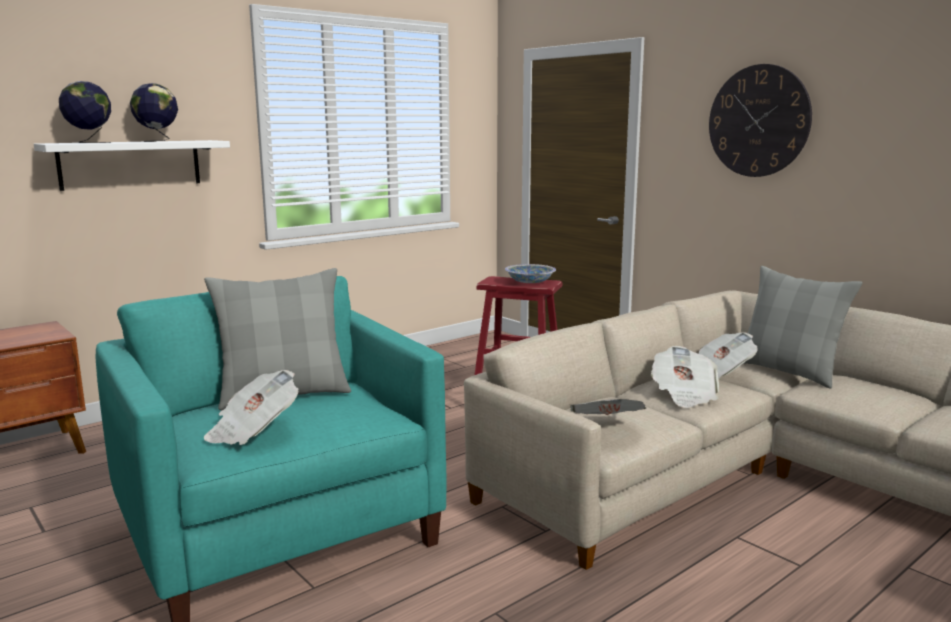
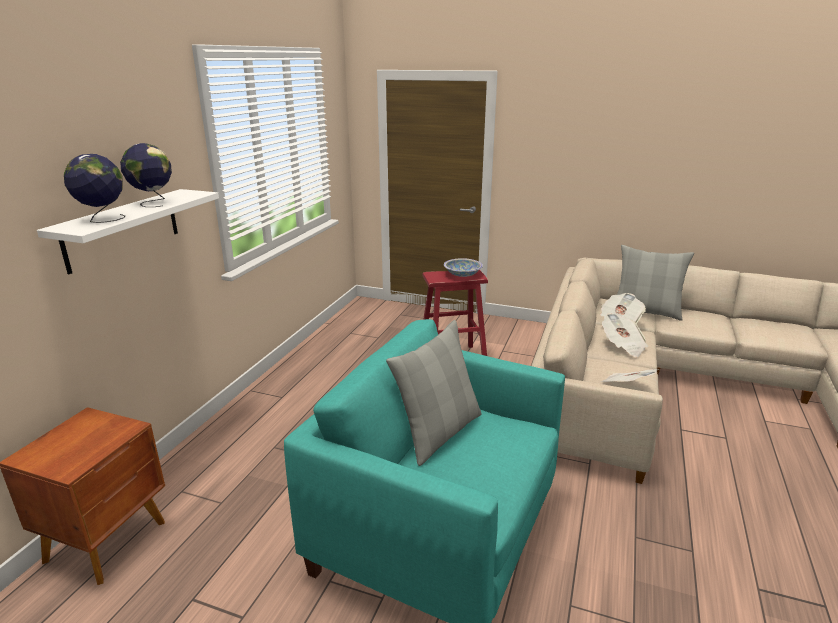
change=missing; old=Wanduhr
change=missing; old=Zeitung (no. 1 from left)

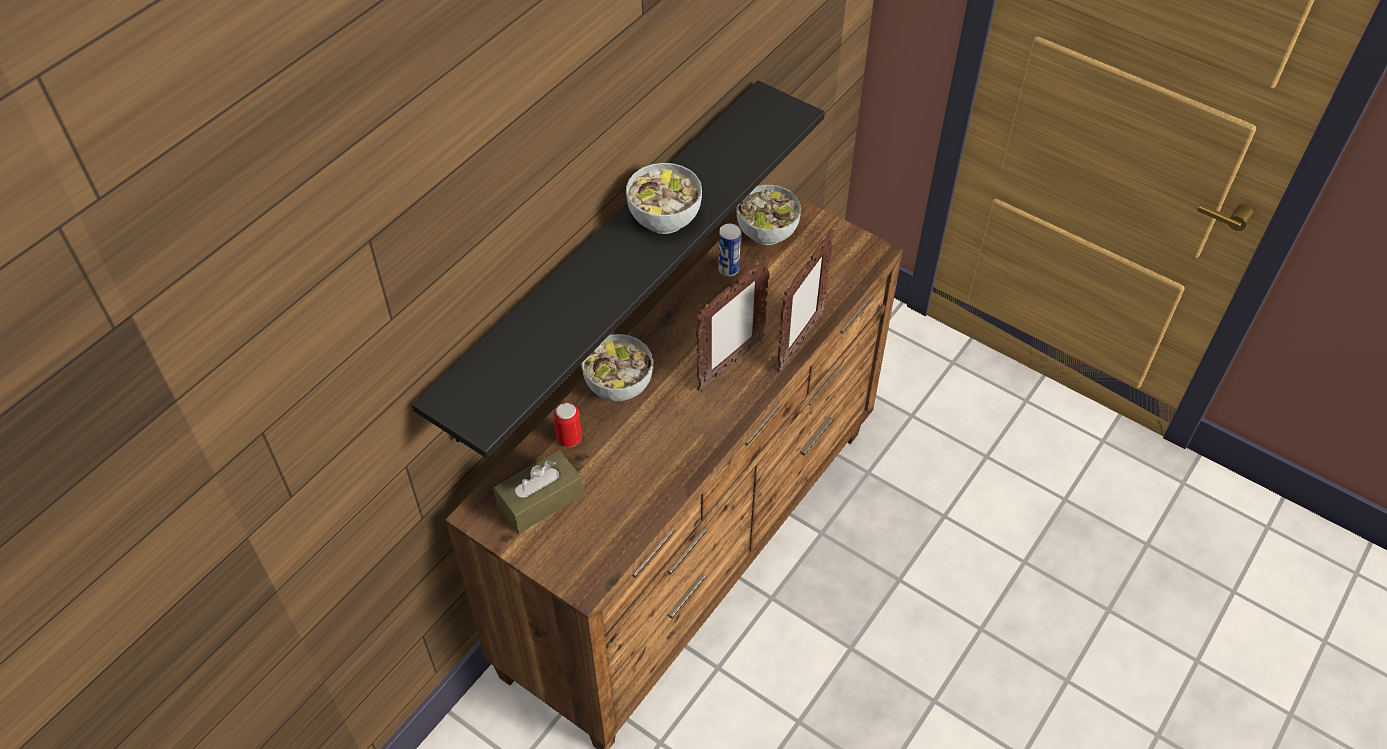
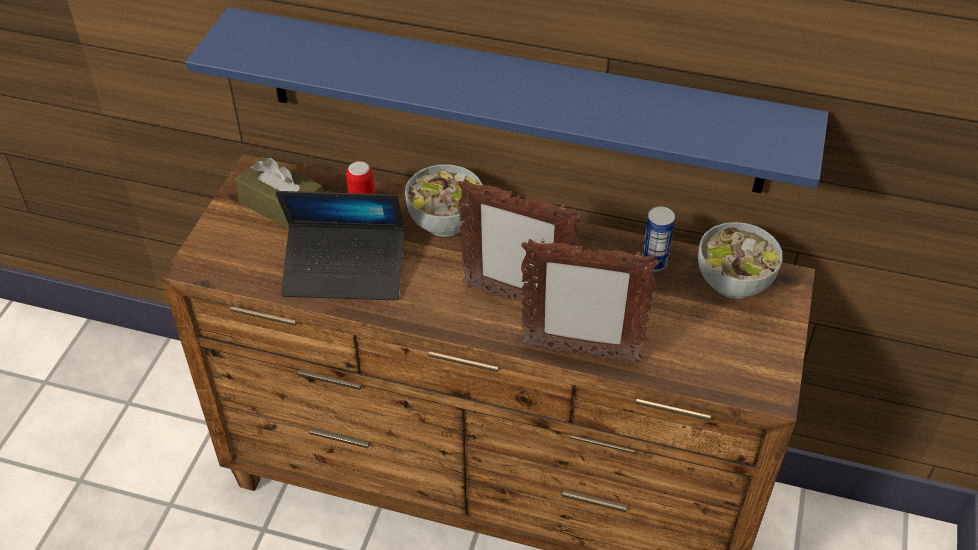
change=colour; old=Wandregal [schwarz]; new=Wandregal [blau]
change=missing; old=Schüssel (no. 2 from left)
change=appeared; new=Laptop

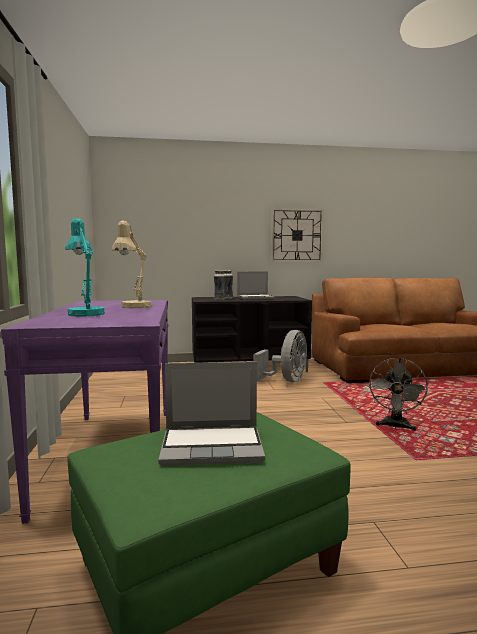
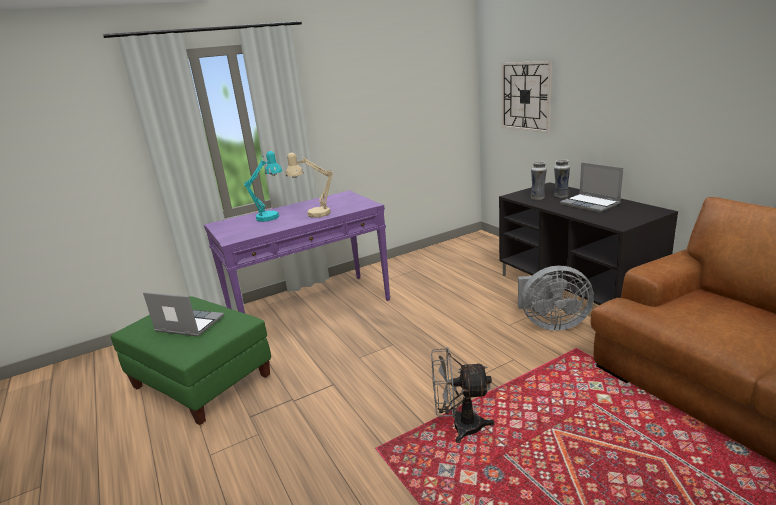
change=relocated; old=Wanduhr
change=spun; old=Laptop (no. 1 from left); degrees=135

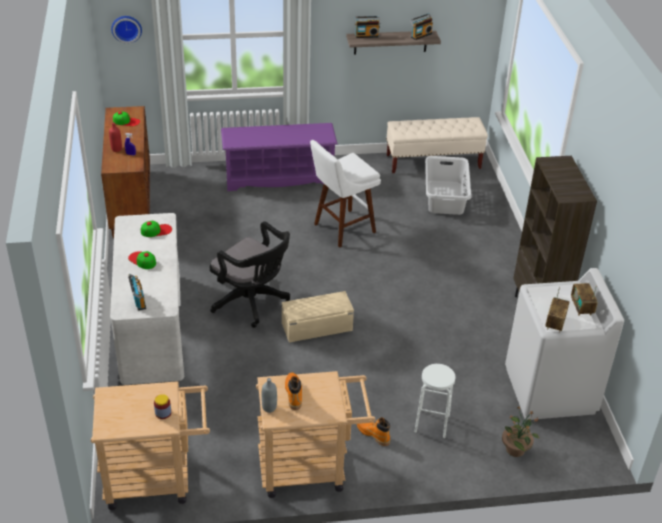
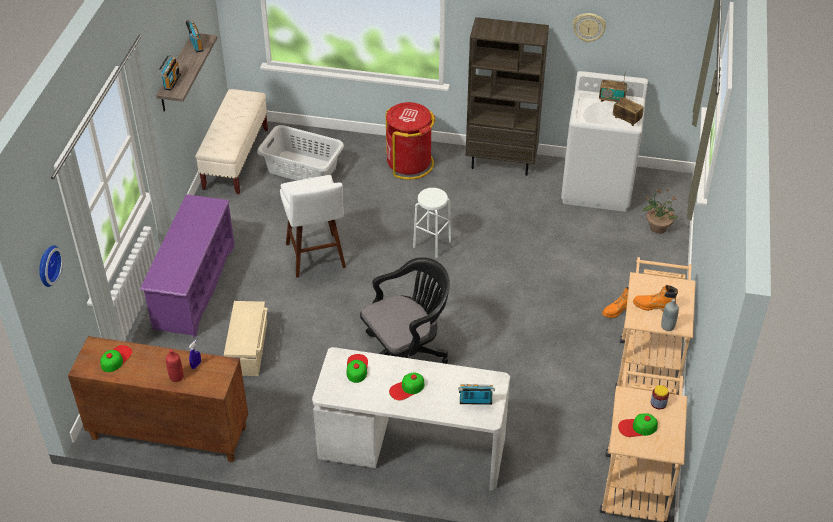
change=relocated; old=Aufbewahrungsbox [beige]
change=relocated; old=Hocker [weiß] (no. 2 from left)
change=appeared; new=Wanduhr (no. 2 from left)
change=appeared; new=Mülleimer [rot]
change=appeared; new=Kappe (no. 4 from left)

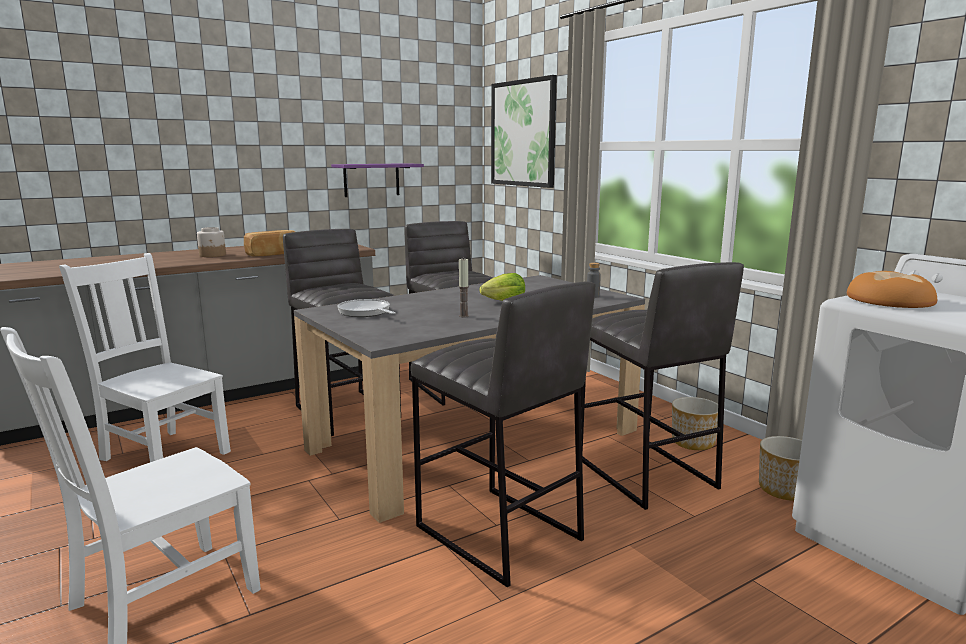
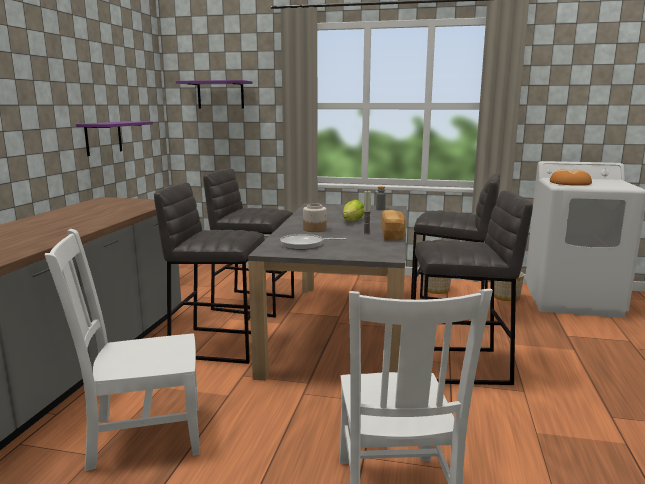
change=exchanged; old=Bild; new=Wandregal [lila] (no. 2 from left)
change=relocated; old=Vorratsglas
change=relocated; old=Brot (no. 1 from left)

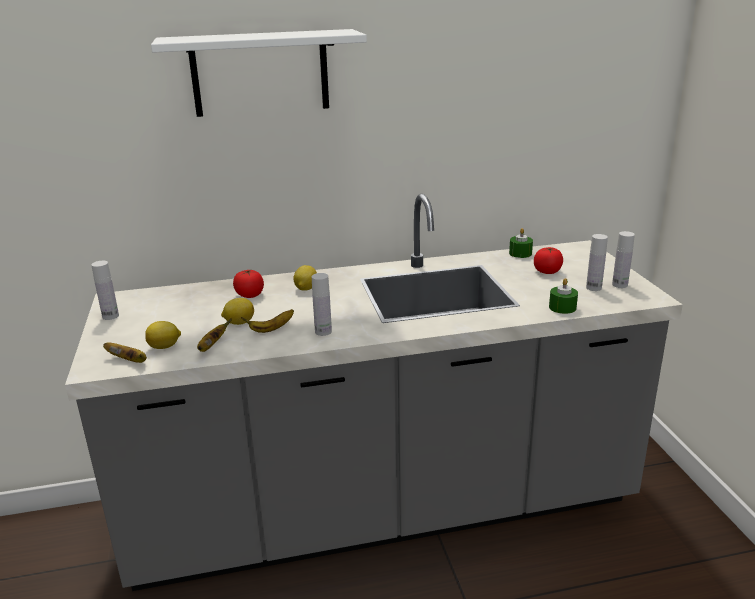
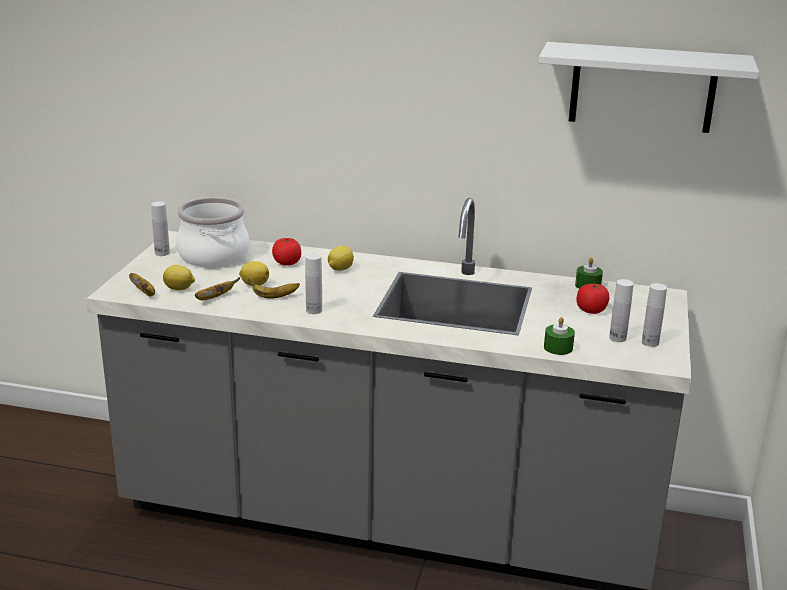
change=relocated; old=Wandregal [weiß]
change=appeared; new=Kochtopf

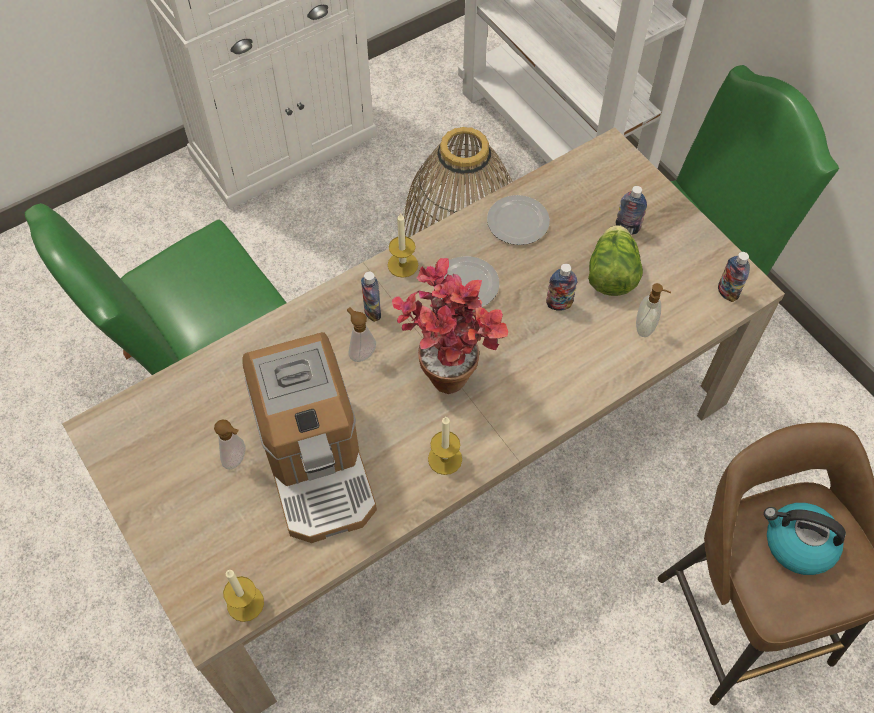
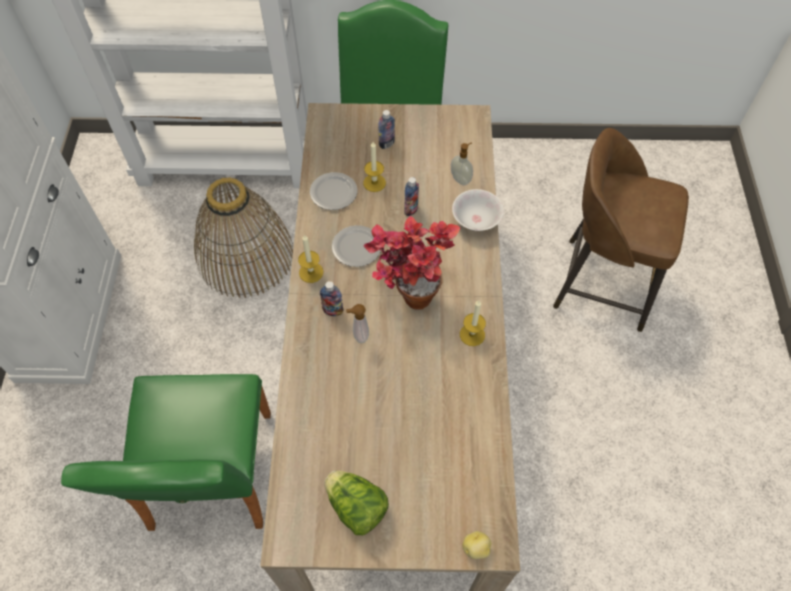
change=relocated; old=Salatkopf
change=missing; old=Flasche (no. 4 from left)
change=missing; old=Kaffeemaschine
change=missing; old=Seifenspender (no. 1 from left)
change=missing; old=Wasserkessel
change=relocated; old=Kerze (no. 1 from left in the first image); new=Kerze (no. 2 from left)
change=appeared; new=Schüssel [weiß]
change=appeared; new=Kartoffel

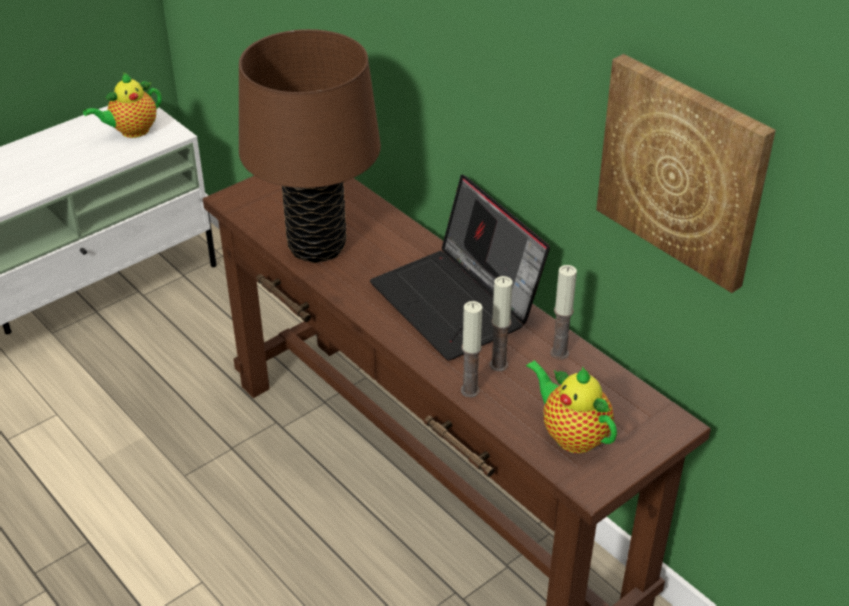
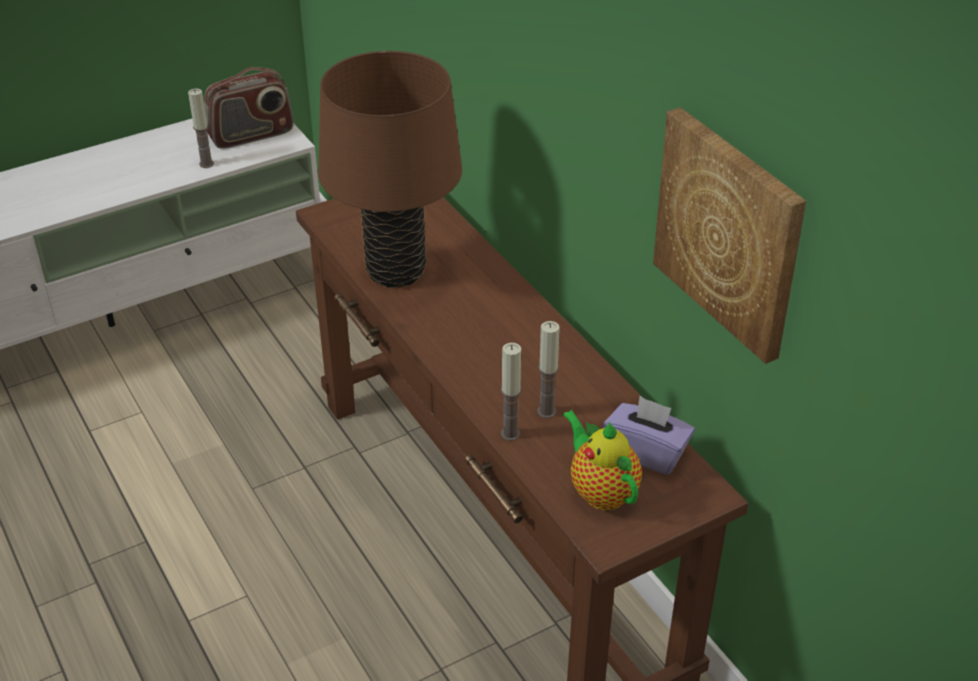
change=exchanged; old=Teekanne (no. 1 from left); new=Radio
change=missing; old=Laptop
change=relocated; old=Kerze (no. 3 from left in the first image); new=Kerze (no. 1 from left)
change=appeared; new=Taschentuchbox [lila]

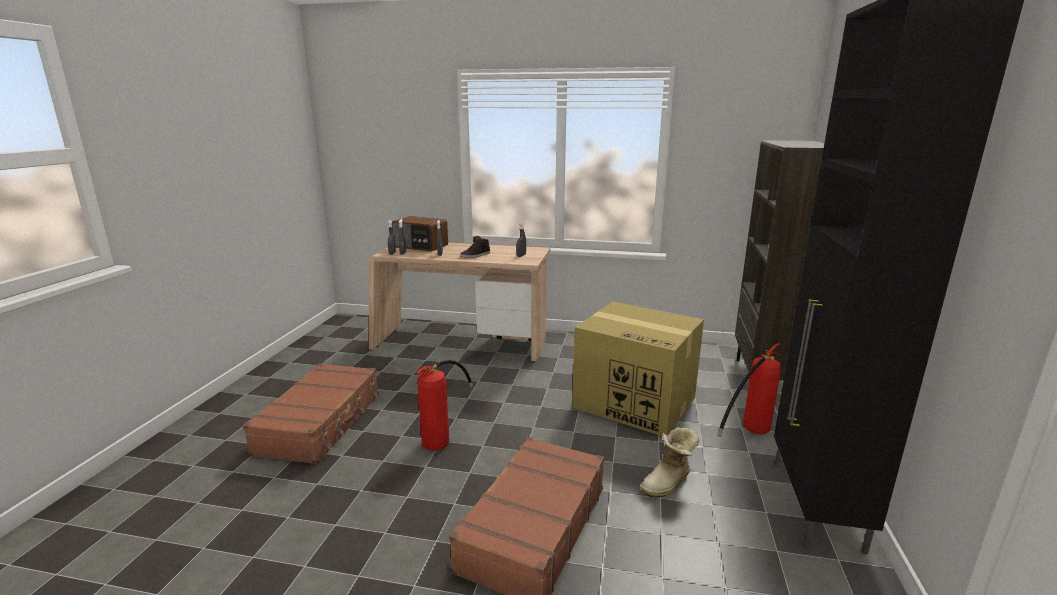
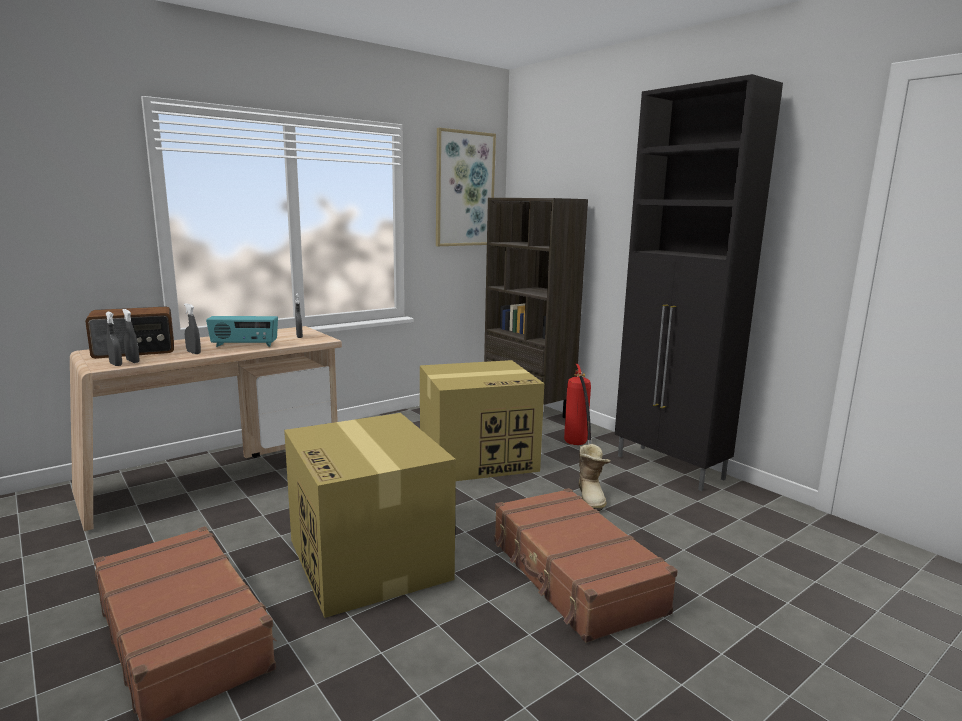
change=exchanged; old=Schuh [schwarz]; new=Radio (no. 2 from left)
change=exchanged; old=Feuerlöscher (no. 1 from left); new=Karton (no. 1 from left)
change=appeared; new=Bild

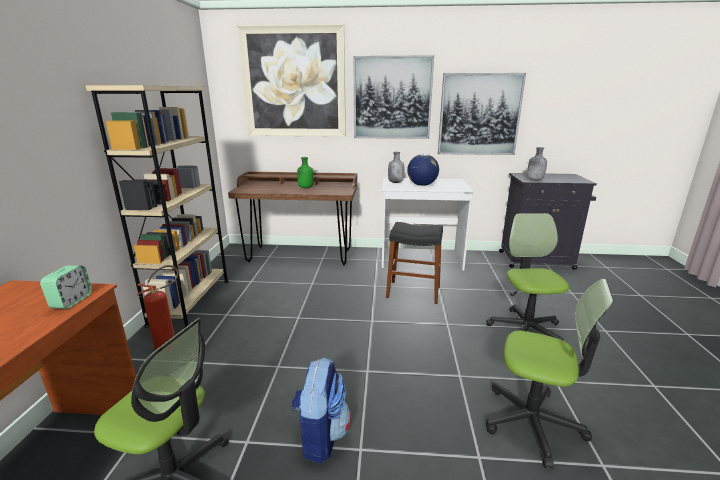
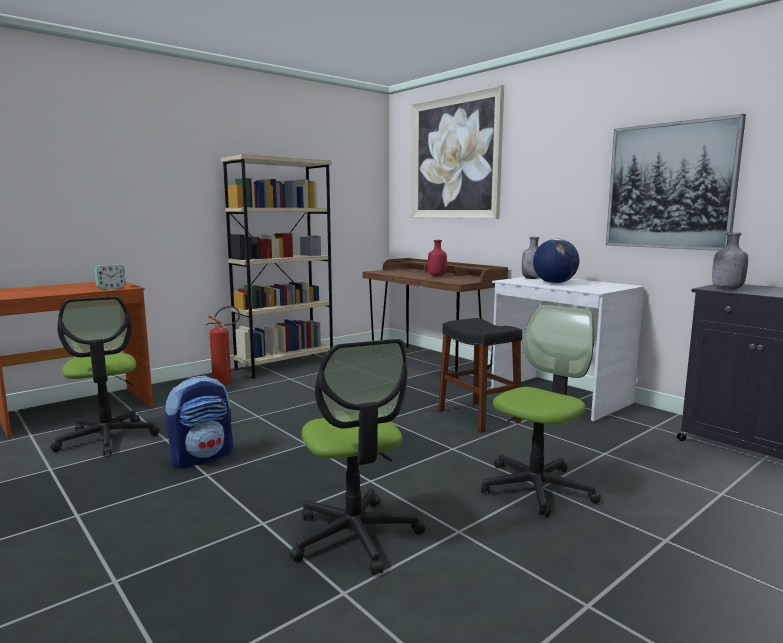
change=missing; old=Bild (no. 2 from left)
change=colour; old=Flasche [grün]; new=Flasche [rot]

